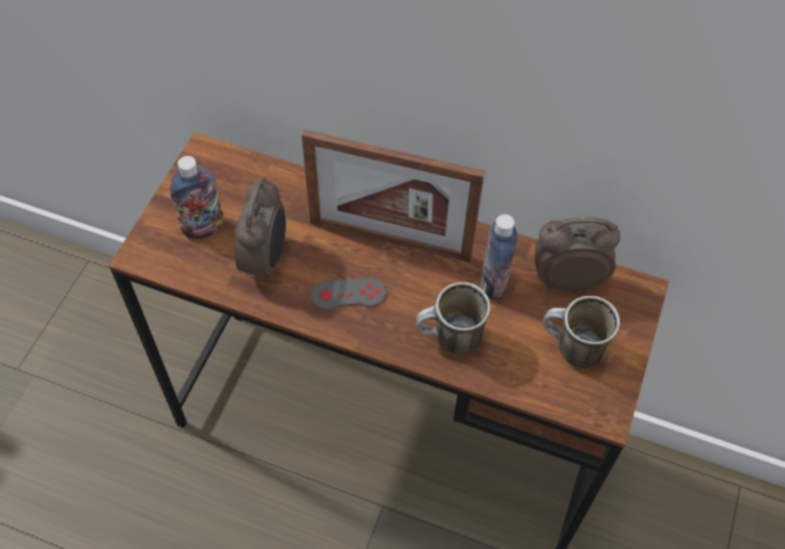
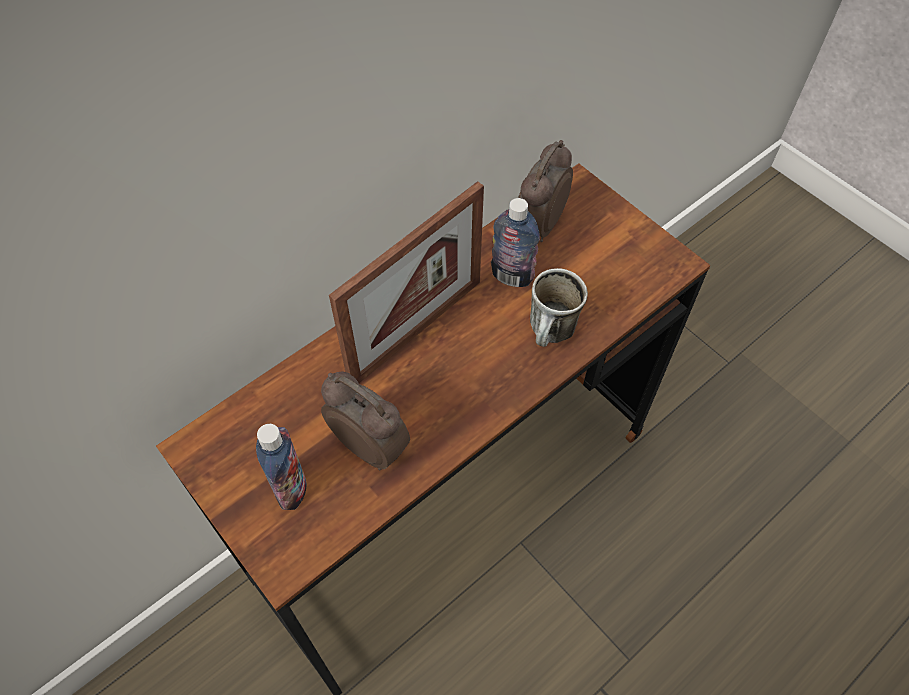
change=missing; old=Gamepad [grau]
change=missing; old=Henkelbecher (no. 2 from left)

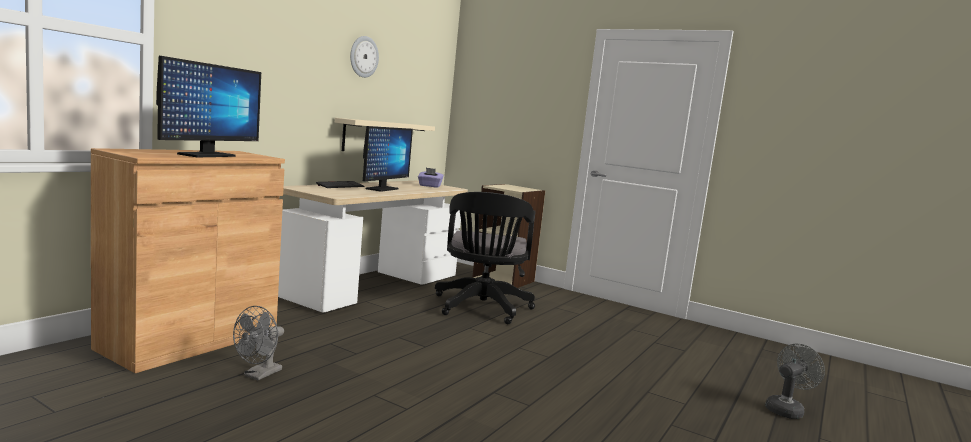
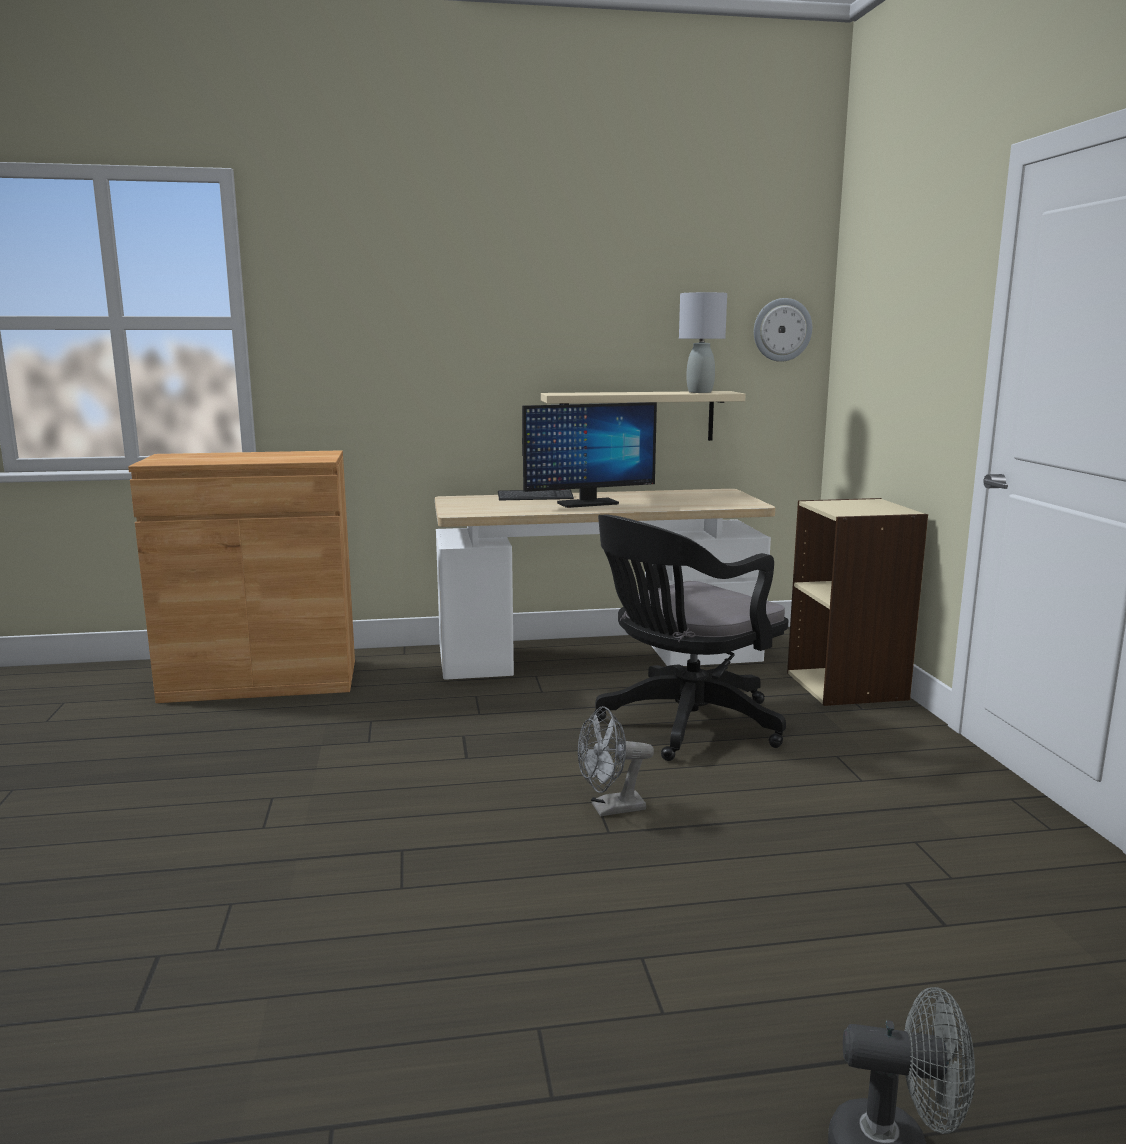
change=relocated; old=Wanduhr
change=missing; old=Monitor (no. 1 from left)
change=missing; old=Taschentuchbox [lila]
change=relocated; old=Ventilator [grau] (no. 1 from left)
change=appeared; new=Tischlampe [grau]

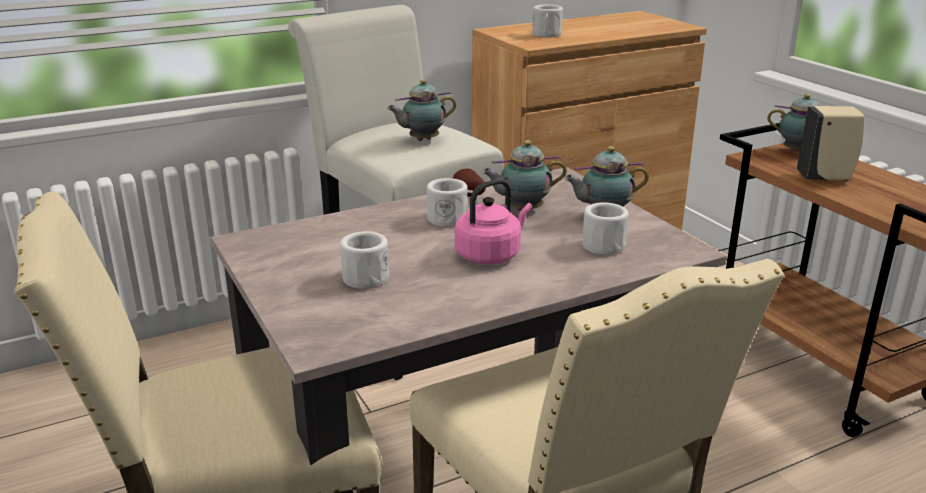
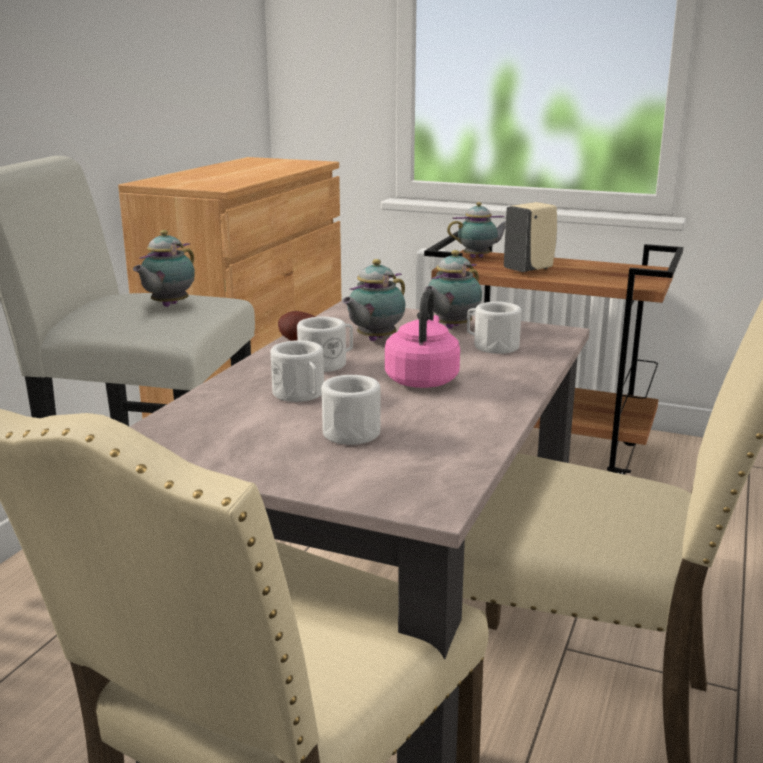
change=relocated; old=Henkelbecher [weiß] (no. 3 from left in the first image); new=Henkelbecher [weiß] (no. 1 from left)

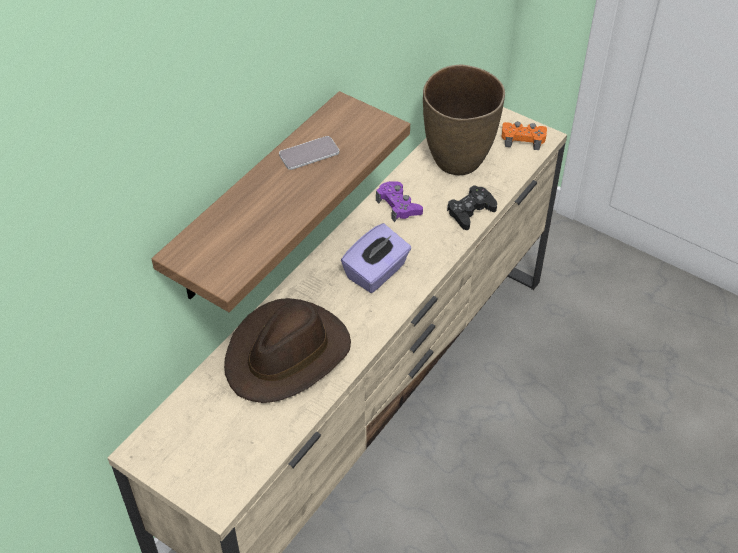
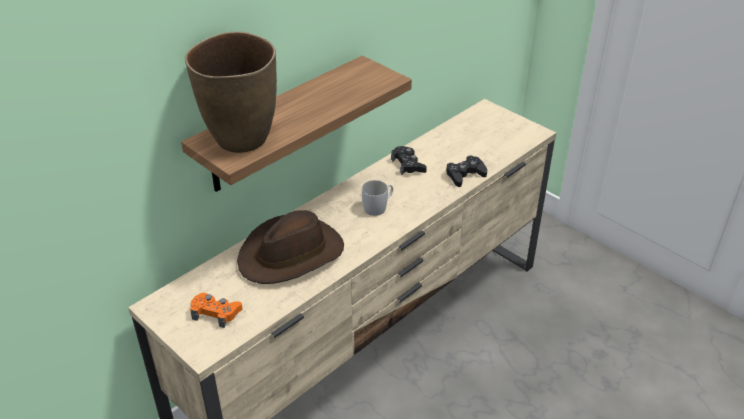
change=relocated; old=Vase [braun]
change=relocated; old=Gamepad [orange]
change=missing; old=Handy
change=colour; old=Gamepad [lila]; new=Gamepad [schwarz] (no. 1 from left)
change=exchanged; old=Taschentuchbox [lila]; new=Henkelbecher [weiß]

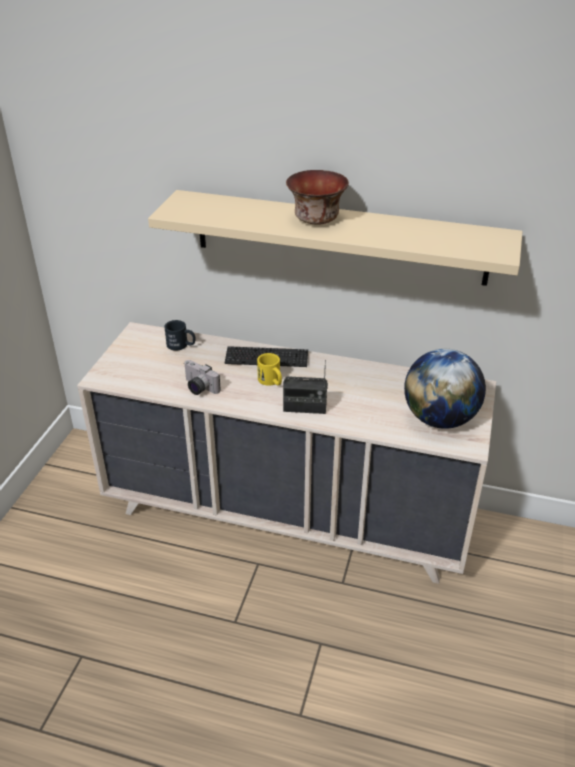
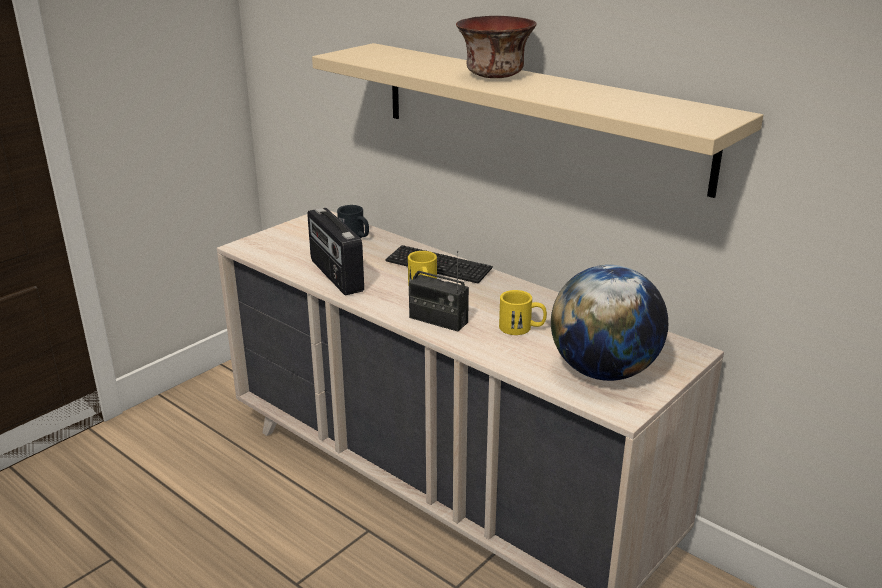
change=exchanged; old=Kamera; new=Radio (no. 1 from left)
change=appeared; new=Henkelbecher [gelb] (no. 2 from left)

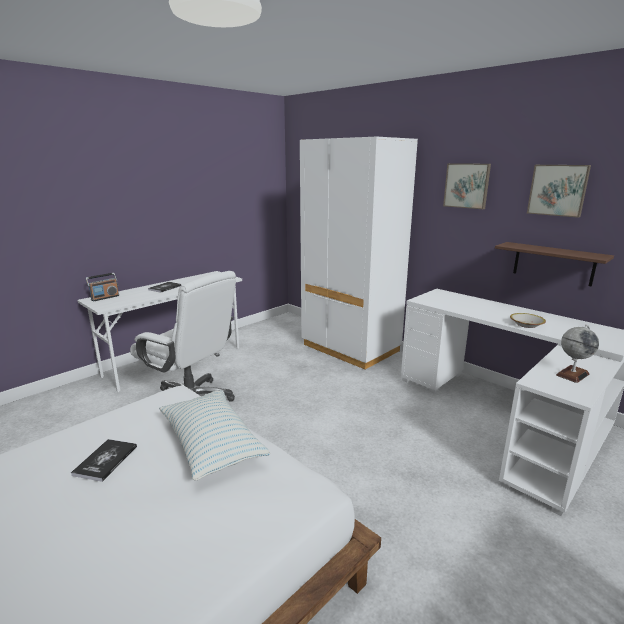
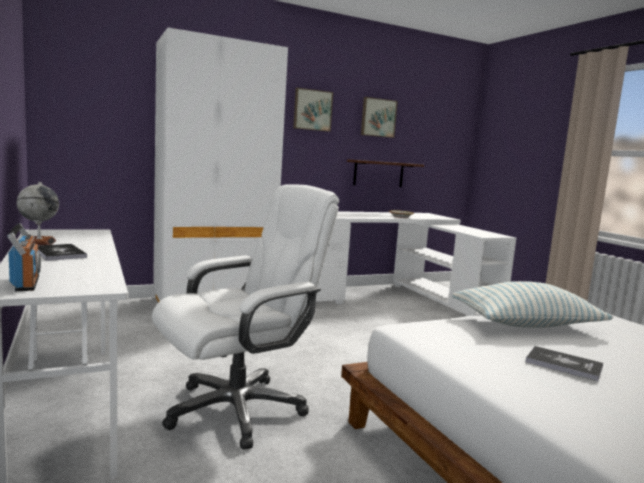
change=relocated; old=Globus

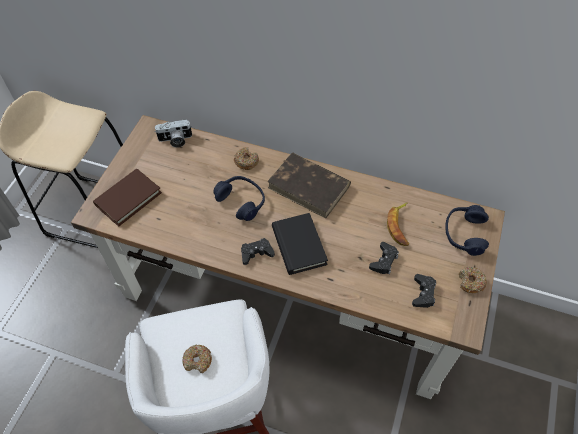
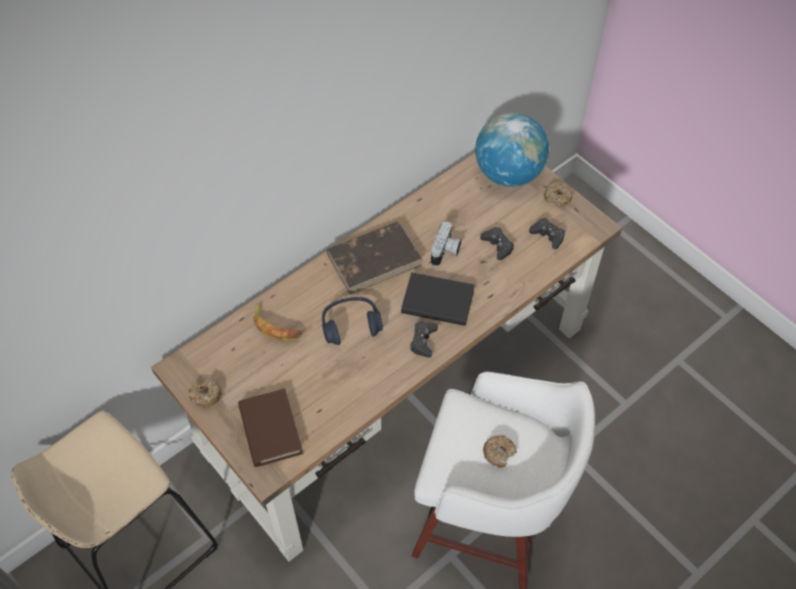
change=relocated; old=Kamera
change=relocated; old=Donut (no. 2 from left in the first image); new=Donut (no. 1 from left)
change=relocated; old=Banane
change=exchanged; old=Kopfhörer [blau] (no. 2 from left); new=Globus

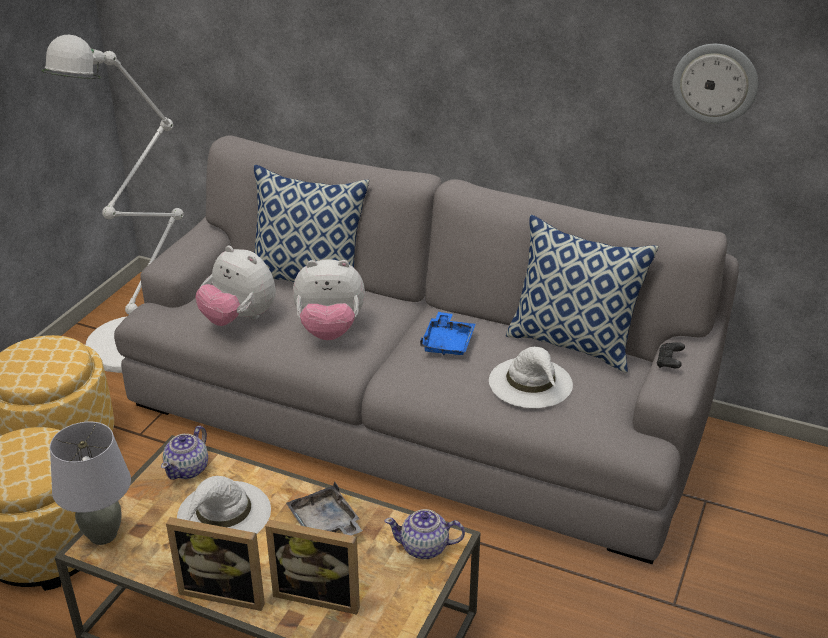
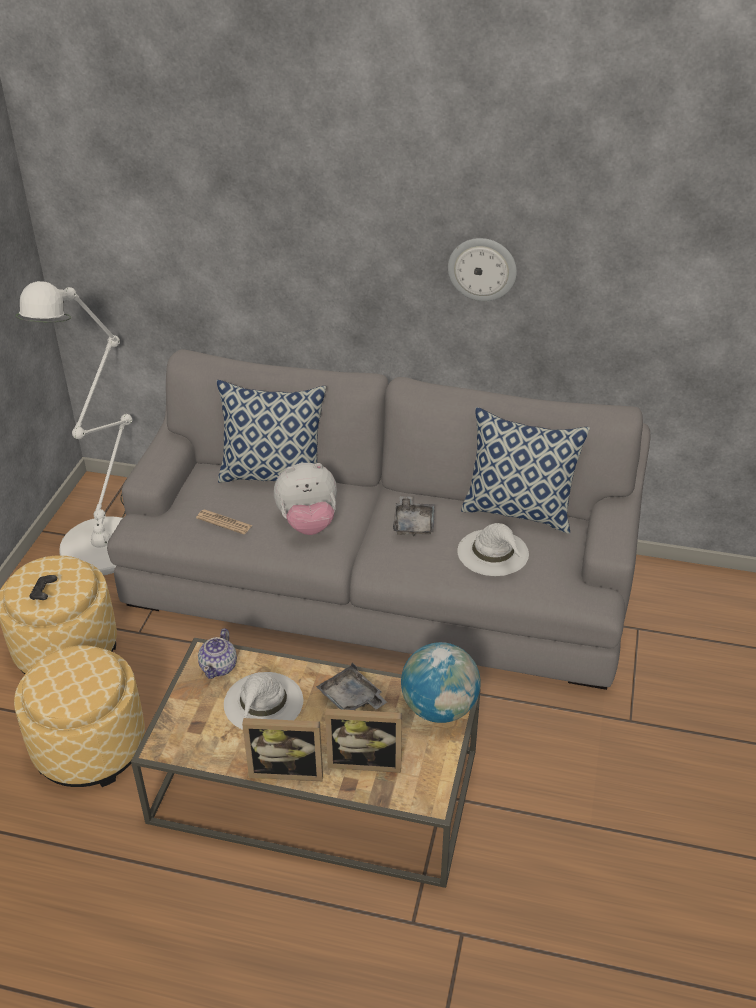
change=relocated; old=Wanduhr
change=exchanged; old=Plüschtier (no. 1 from left); new=Zeitung
change=colour; old=Tablett [blau]; new=Tablett [grau] (no. 2 from left)
change=relocated; old=Gamepad [schwarz]
change=missing; old=Tischlampe [grau]
change=exchanged; old=Teekanne (no. 2 from left); new=Globus

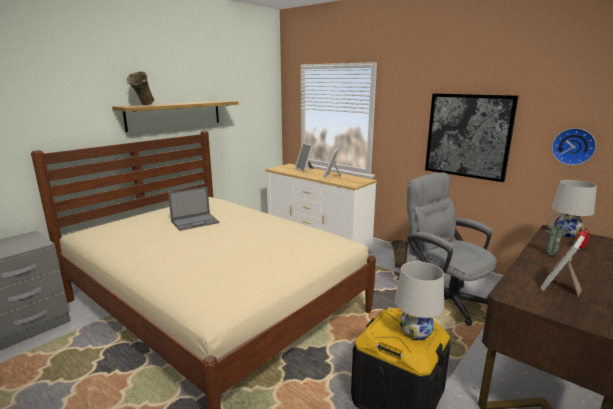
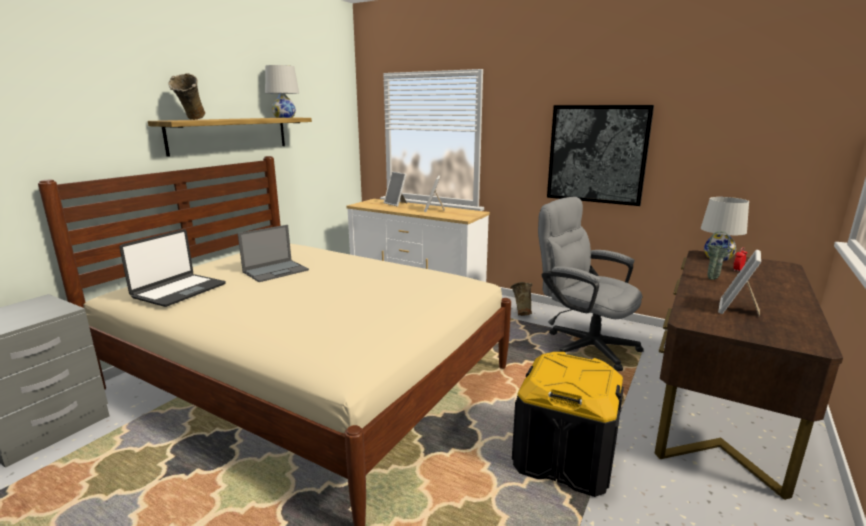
change=missing; old=Wanduhr
change=relocated; old=Tischlampe [weiß] (no. 1 from left)
change=appeared; new=Laptop (no. 1 from left)

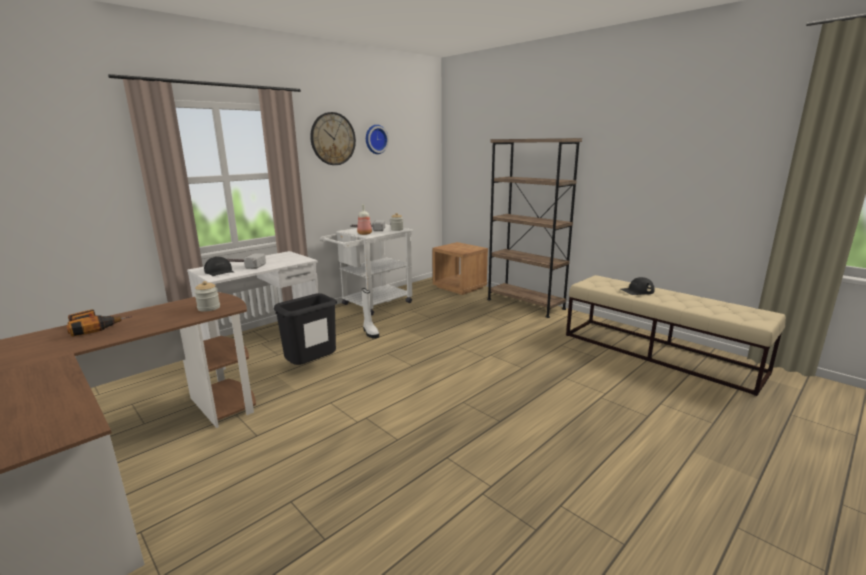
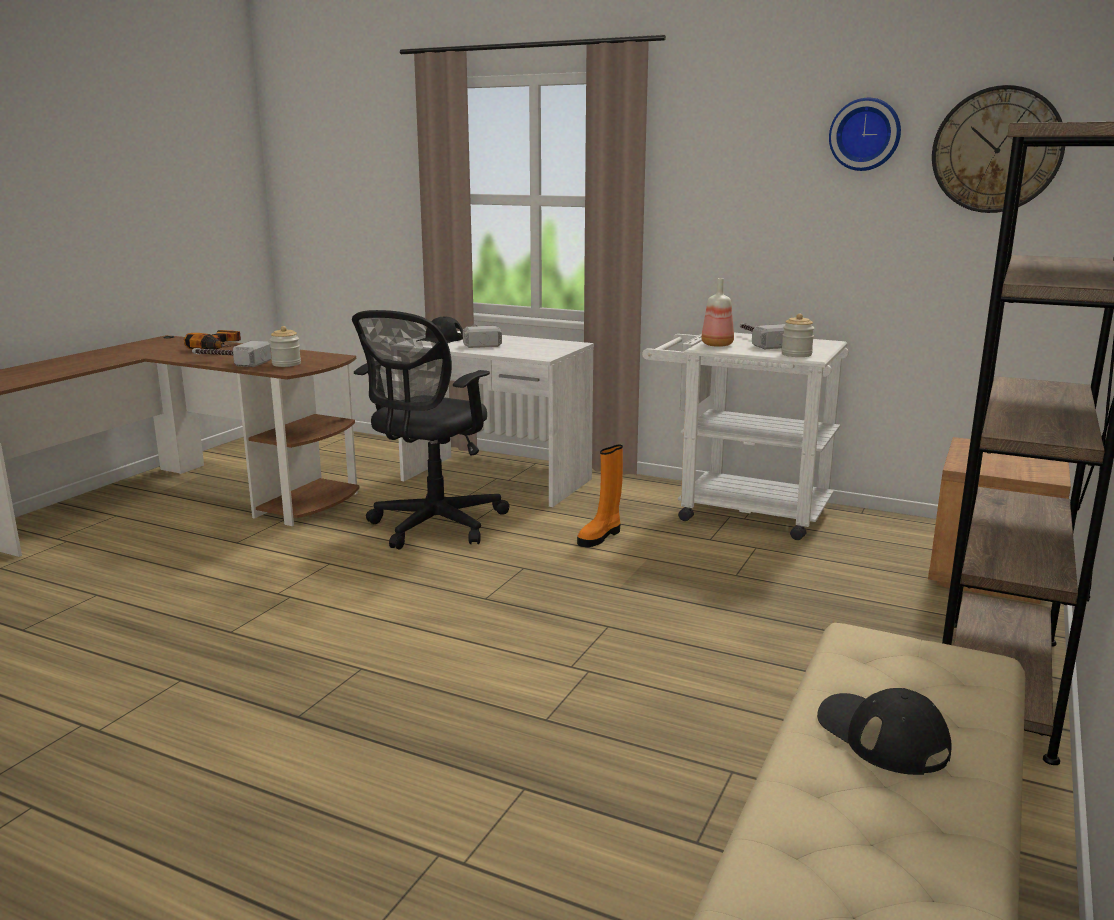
change=relocated; old=Wanduhr (no. 1 from left in the first image); new=Wanduhr (no. 2 from left)
change=colour; old=Stiefel [weiß]; new=Stiefel [orange]
change=exchanged; old=Mülleimer [schwarz]; new=Bürostuhl [schwarz]
change=appeared; new=Hammer (no. 1 from left)

